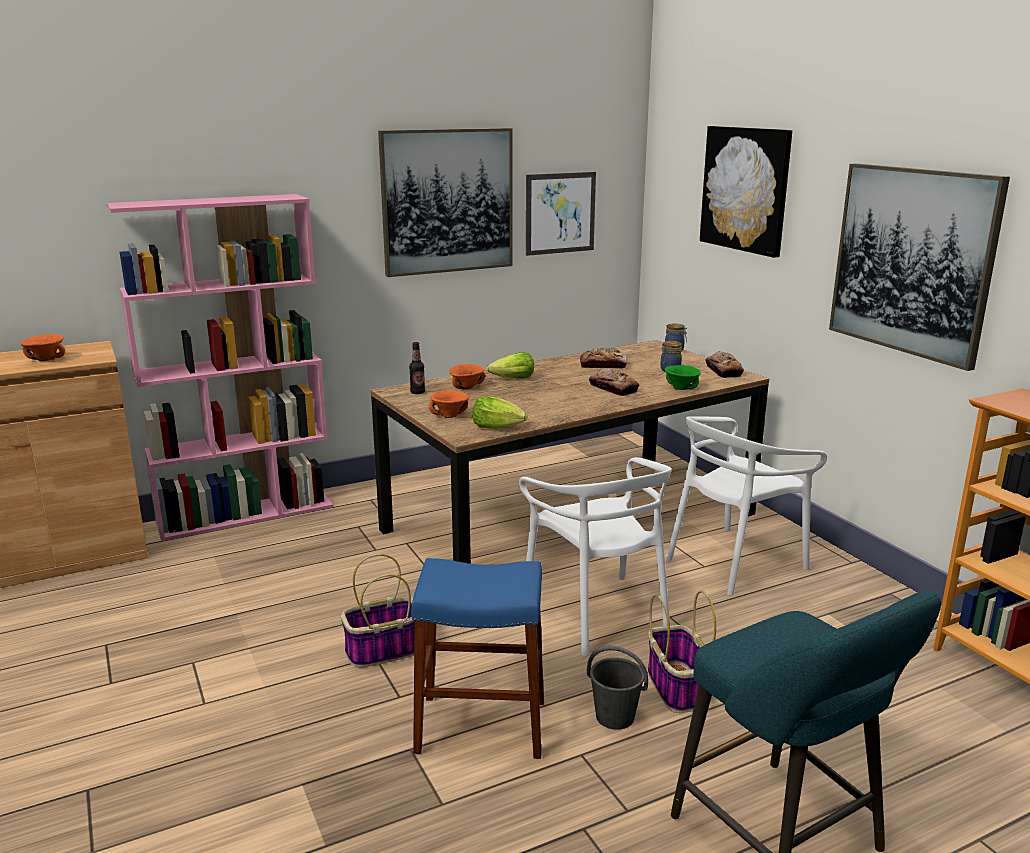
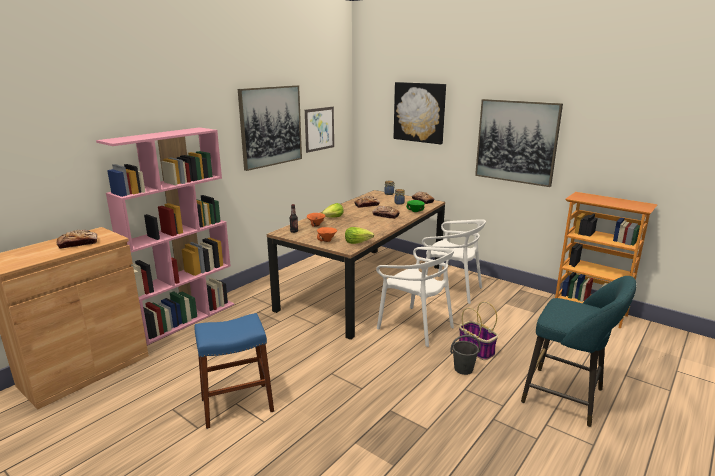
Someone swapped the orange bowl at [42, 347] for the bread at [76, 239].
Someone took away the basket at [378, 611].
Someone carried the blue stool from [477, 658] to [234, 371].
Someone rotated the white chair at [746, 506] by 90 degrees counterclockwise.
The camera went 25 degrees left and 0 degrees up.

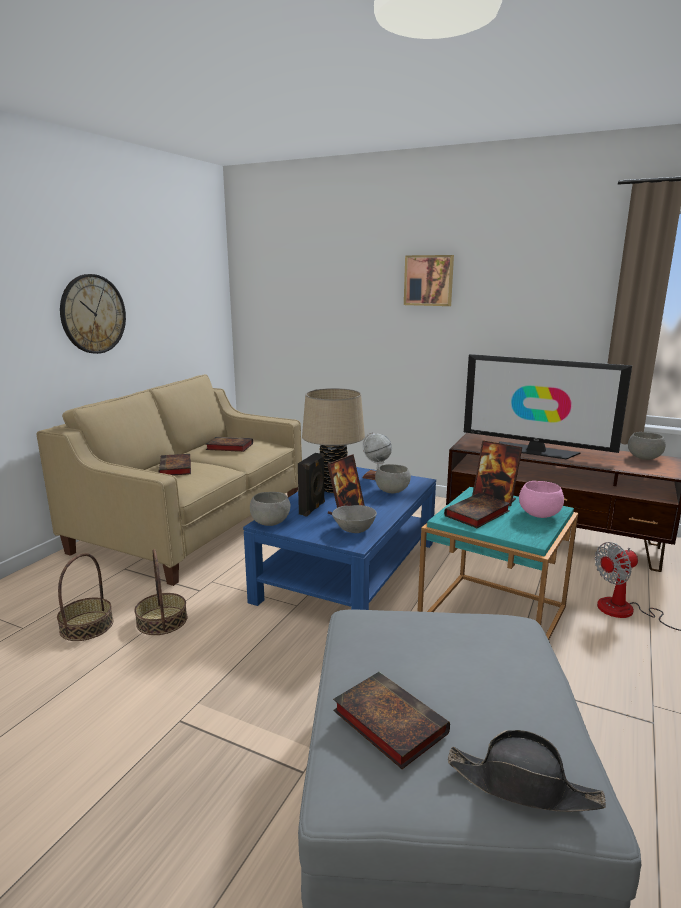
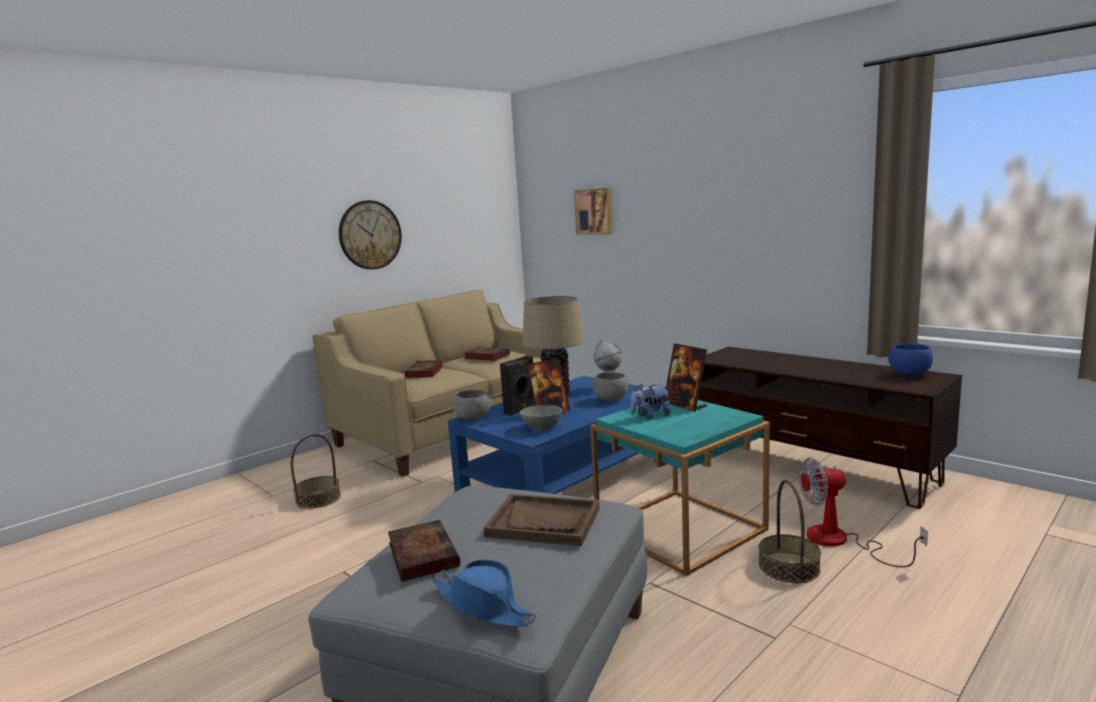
Someone carried the basket from [160, 592] to [790, 531].
Someone carried the picture from [429, 280] to [593, 211].
Someone swapped the book at [477, 510] for the plush toy at [650, 402].
Someone repainted the black hat at [527, 771], which became the blue hat at [484, 592].
Someone took away the television at [548, 406].
Someone took away the pink bowl at [541, 499].
Someone repainted the grey bowl at [646, 446], which became the blue bowl at [910, 359].
Someone put down the brown tray at [541, 520].
The camera went 20 degrees right and 5 degrees down.

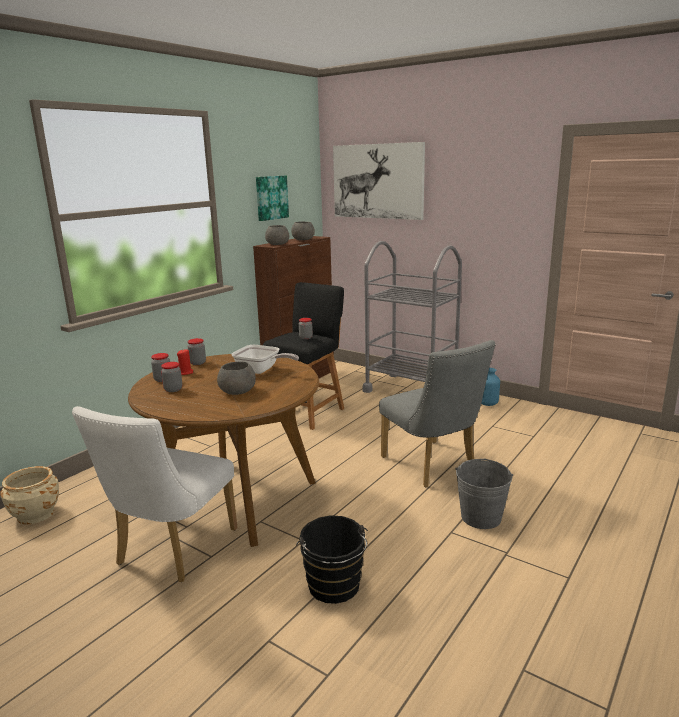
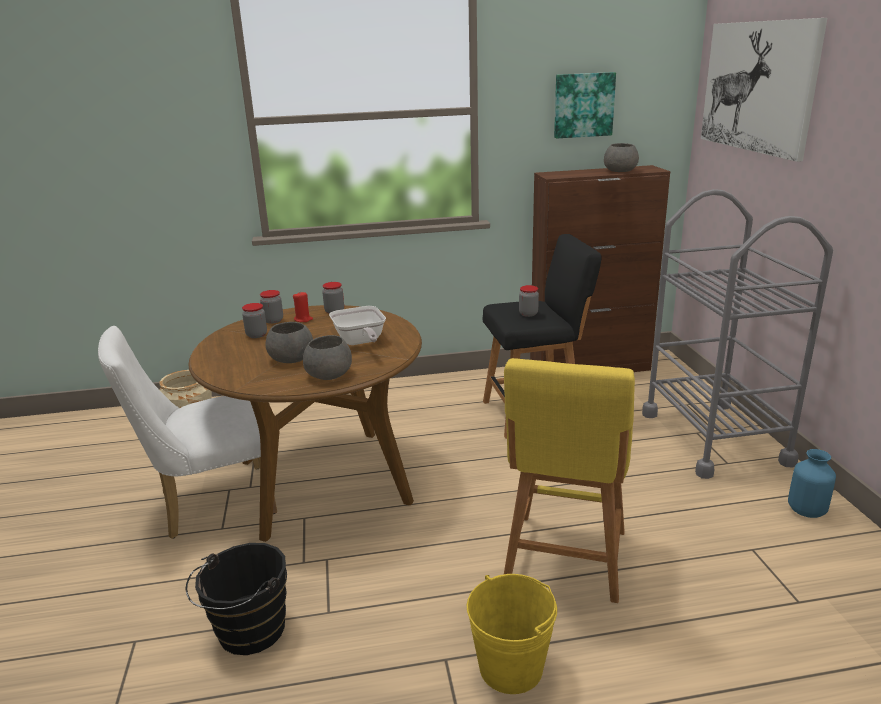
Someone carried the grey bowl from [277, 235] to [327, 357].
Someone swapped the grey chair at [437, 413] for the yellow stool at [569, 480].
Someone repainted the grey bucket at [484, 494], which became the yellow bucket at [512, 634].
The camera went 45 degrees right and 5 degrees up.

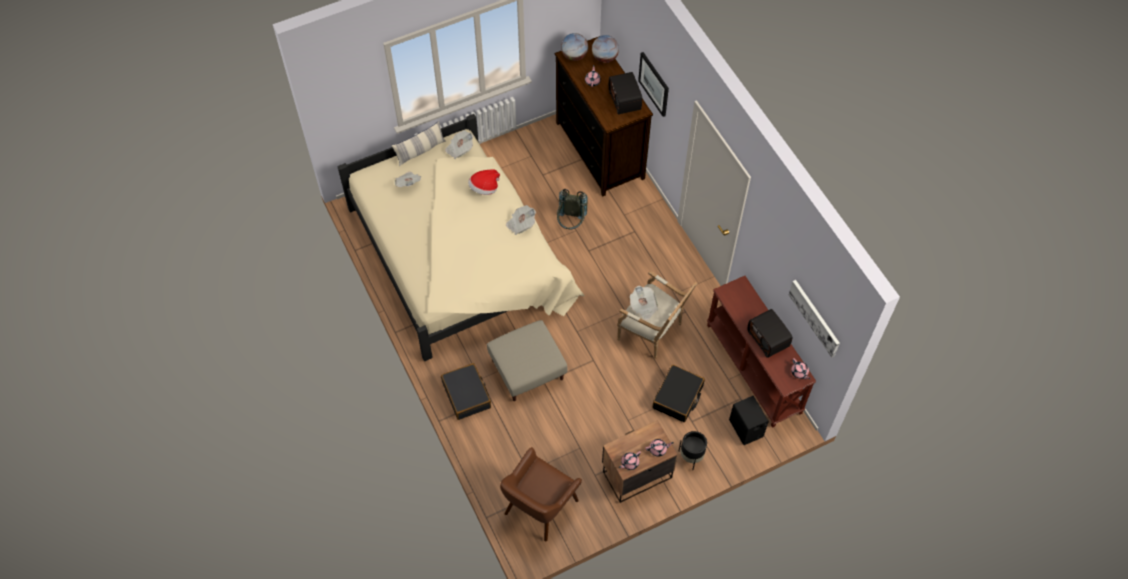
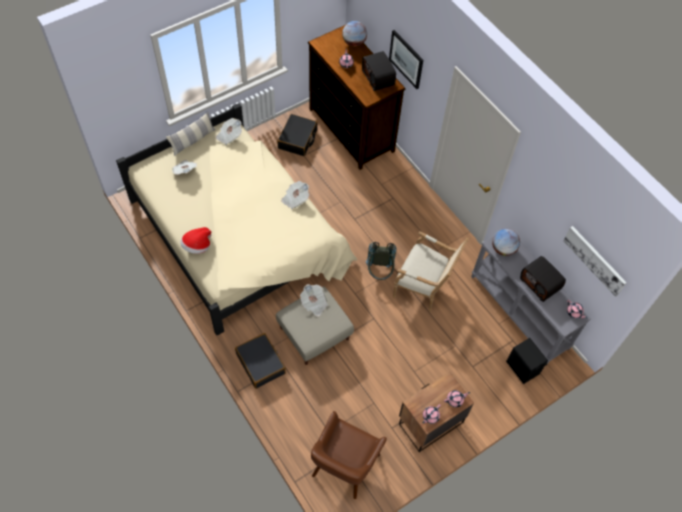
Someone carried the hat from [484, 182] to [195, 240].
Someone carried the grey backpack from [572, 209] to [381, 261].
Someone carried the globe from [574, 47] to [506, 242].
Someone carried the newspaper from [644, 303] to [314, 300].
Someone carried the black suitcase from [678, 393] to [297, 135].
Someone took away the black planter at [693, 450].
Someone repainted the brown console table at [761, 352], which became the grey console table at [531, 296].
The camera went 10 degrees left and 0 degrees up.

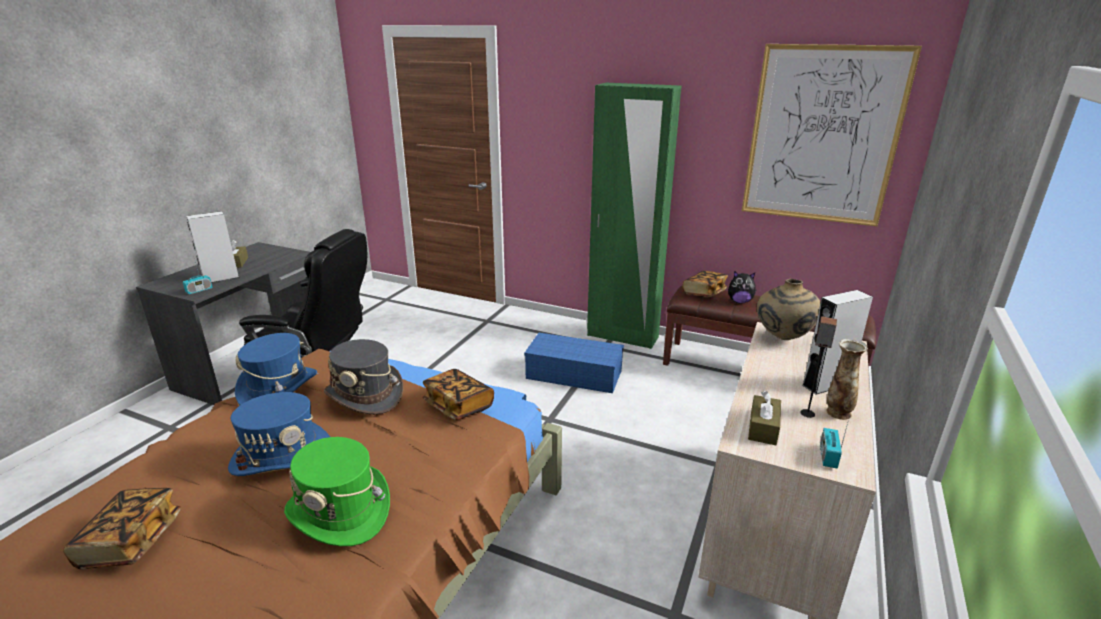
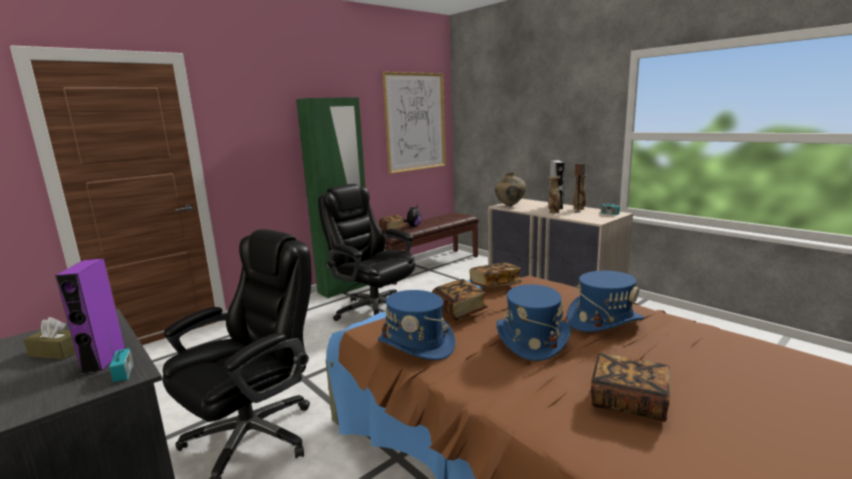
Someone repainted the grey speaker at [213, 247], which became the purple speaker at [90, 316].
Someone repainted the green hat at [337, 491], which became the blue hat at [605, 301].
Someone swapped the grey hat at [363, 377] for the book at [460, 299].
Someone swapped the blue storage box at [574, 363] for the black office chair at [366, 252].
Someone took away the brown tissue box at [764, 418].
Someone put down the vase at [554, 194].
The camera went 65 degrees left and 10 degrees down.

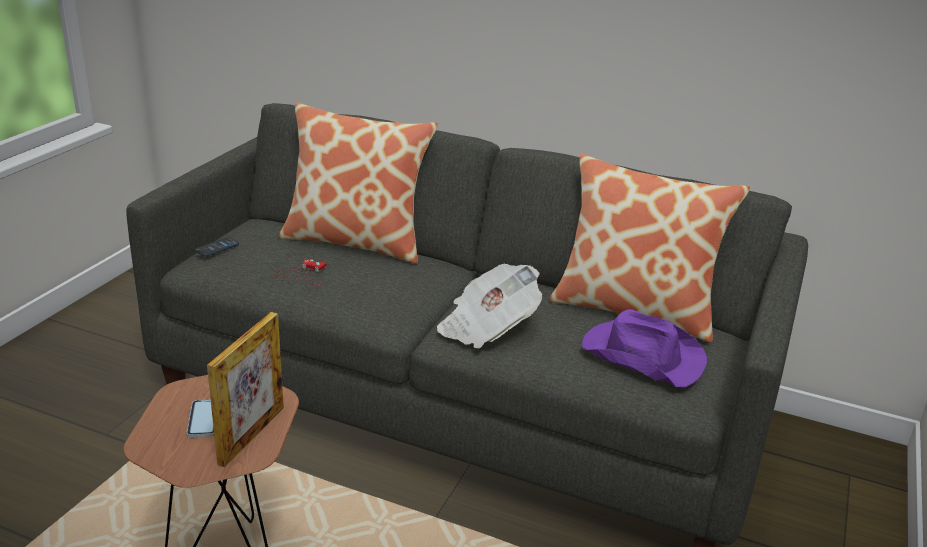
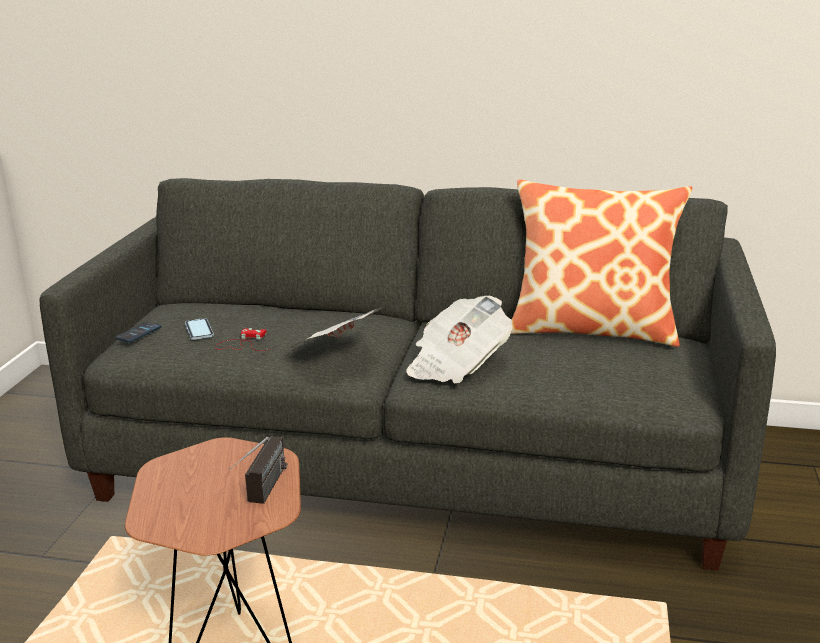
Someone carried the phone from [200, 418] to [199, 329].
Someone swapped the picture frame at [245, 389] for the radio at [258, 470].
Someone took away the pillow at [358, 183].
Someone took away the purple hat at [644, 348].
Someone put down the newspaper at [334, 328].
The camera went 10 degrees left and 5 degrees down.

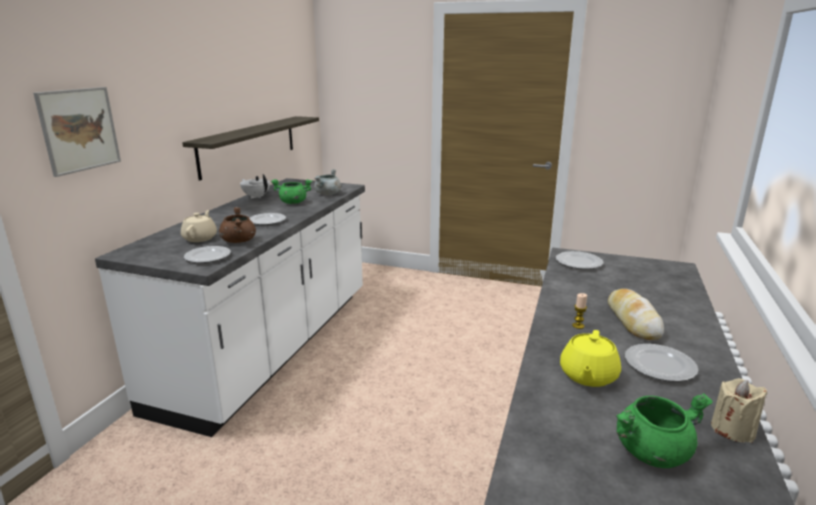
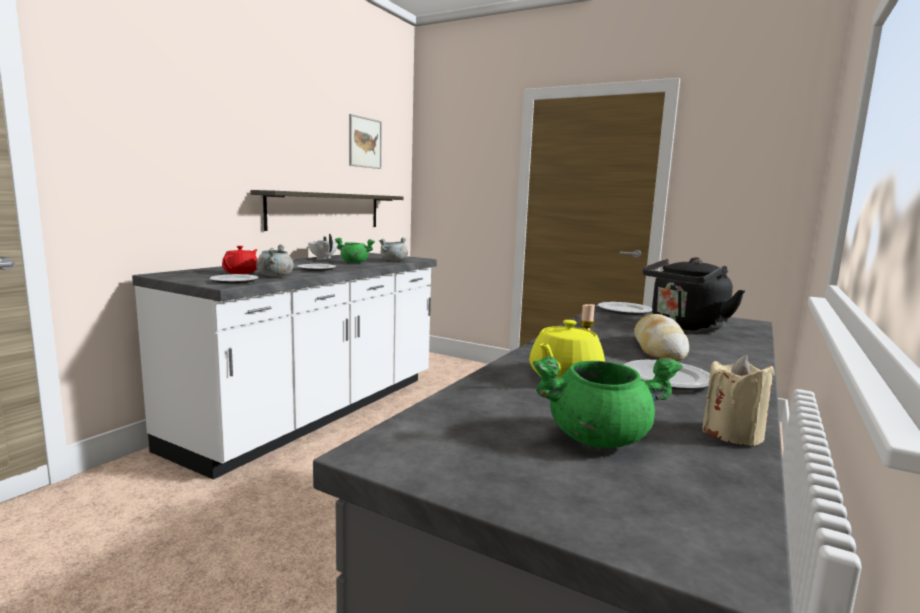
Someone carried the picture from [77, 132] to [365, 141].
Someone repainted the beige teapot at [199, 226], which became the red teapot at [240, 260].
Someone repainted the brown cooking pot at [237, 225], which became the grey cooking pot at [275, 260].
Someone put down the black kettle at [693, 294].
The camera went 10 degrees right and 10 degrees down.

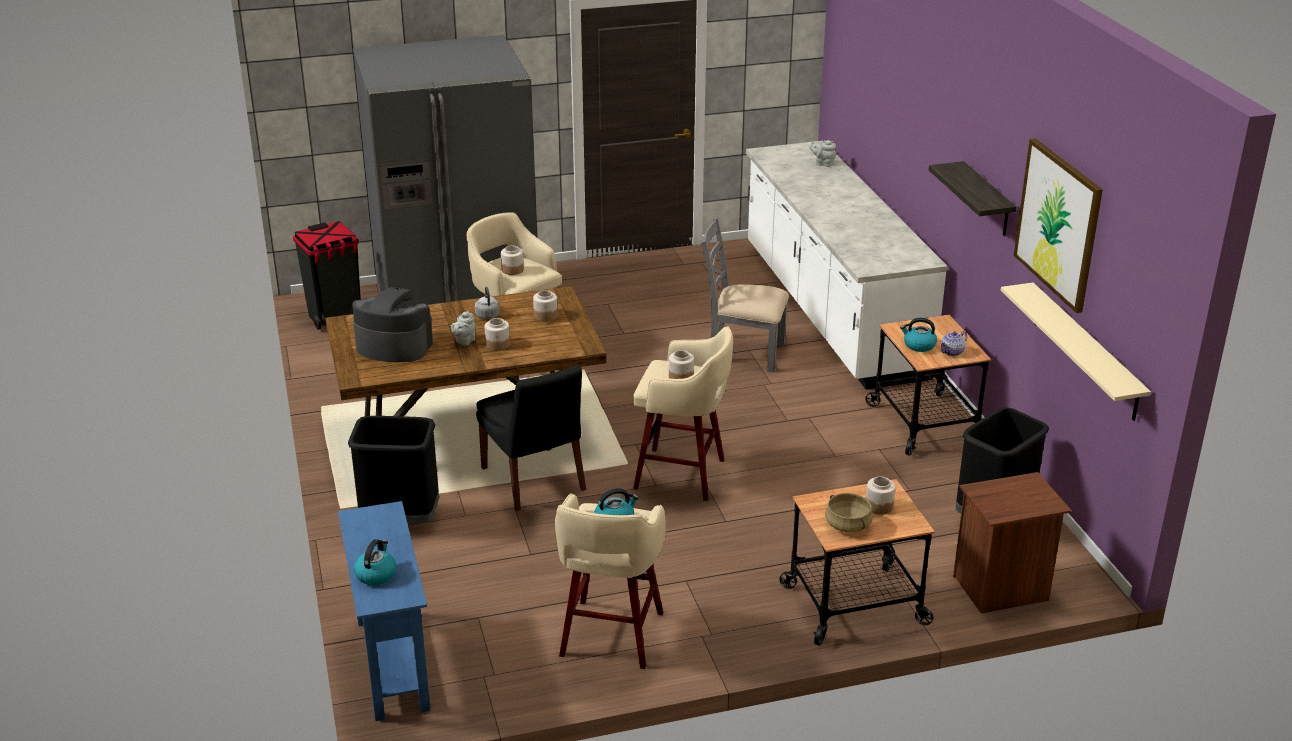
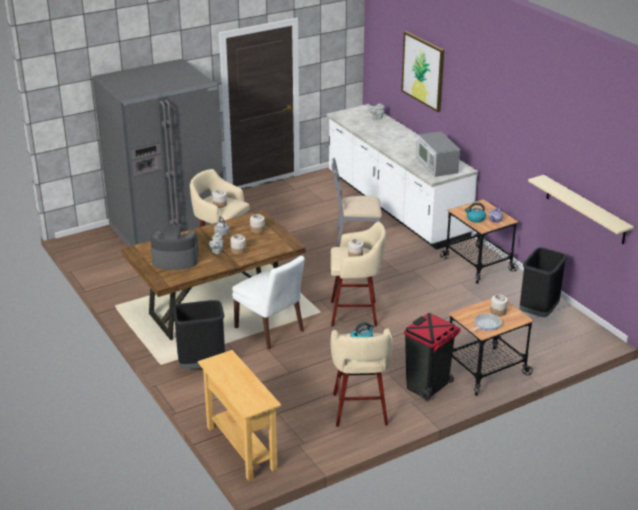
Someone carried the black trash can from [327, 275] to [432, 357].
Someone repainted the blue console table at [384, 611], which became the beige console table at [239, 415].
Someone took away the kettle at [375, 562].
Someone repainted the black chair at [531, 438], which became the white chair at [268, 302].
Someone swapped the beige cooking pot at [849, 513] for the frying pan at [486, 322].
Someone took away the shelf at [973, 198].
Someone took away the brown nightstand at [1012, 543].
Someone carried the picture from [1058, 225] to [422, 71].
Someone put down the microwave at [437, 154].
The camera went 15 degrees left and 0 degrees up.

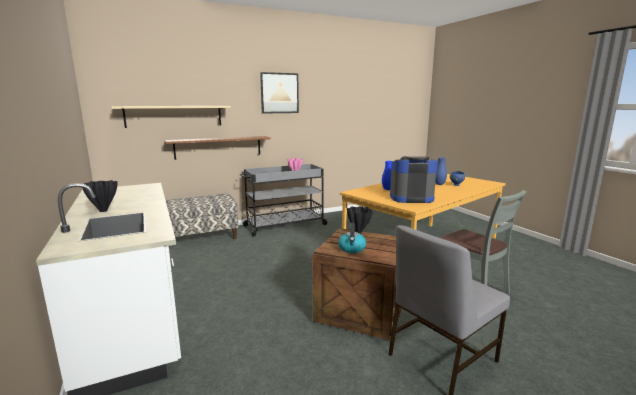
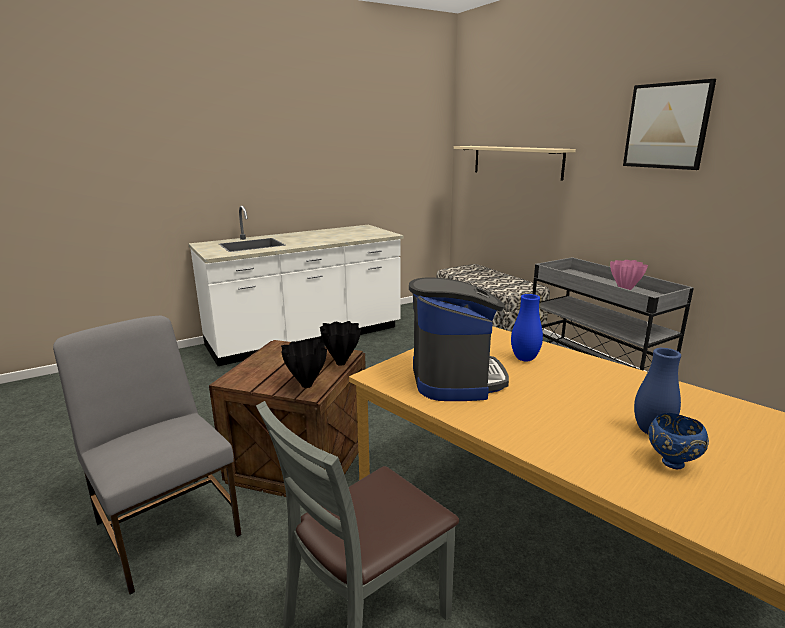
Someone carried the black vase from [100, 196] to [304, 363].
Someone took away the brown shelf at [217, 148].
Someone took away the kettle at [352, 237].
The camera went 85 degrees right and 5 degrees up.

